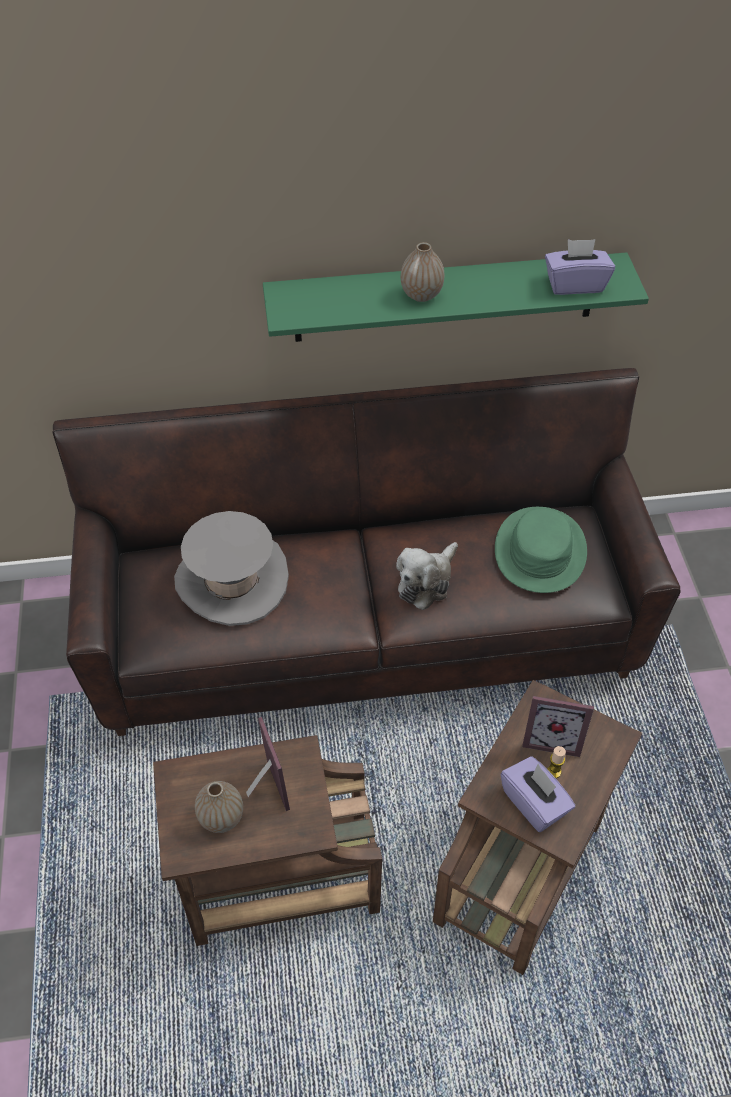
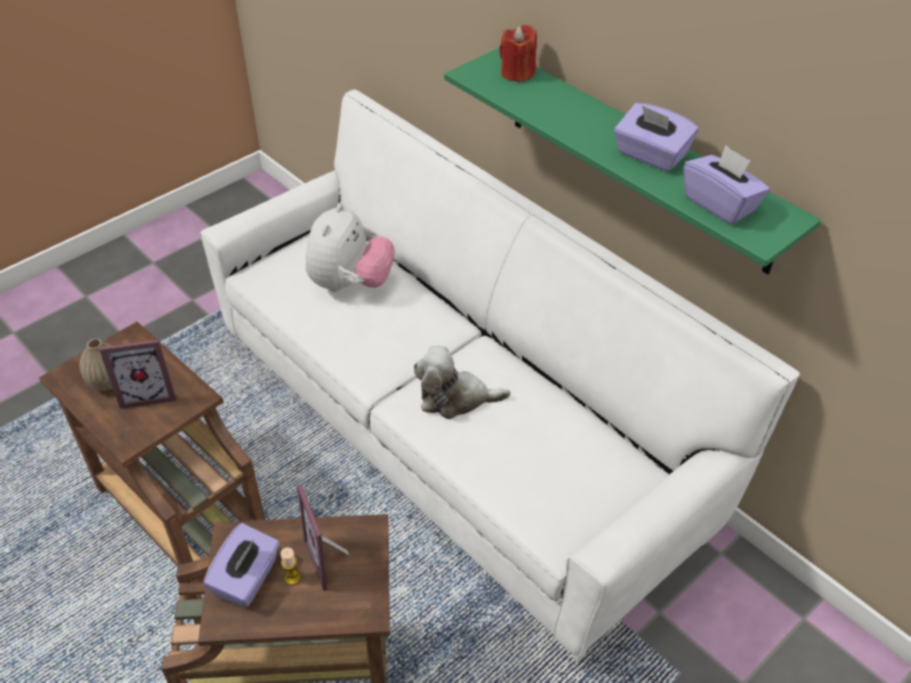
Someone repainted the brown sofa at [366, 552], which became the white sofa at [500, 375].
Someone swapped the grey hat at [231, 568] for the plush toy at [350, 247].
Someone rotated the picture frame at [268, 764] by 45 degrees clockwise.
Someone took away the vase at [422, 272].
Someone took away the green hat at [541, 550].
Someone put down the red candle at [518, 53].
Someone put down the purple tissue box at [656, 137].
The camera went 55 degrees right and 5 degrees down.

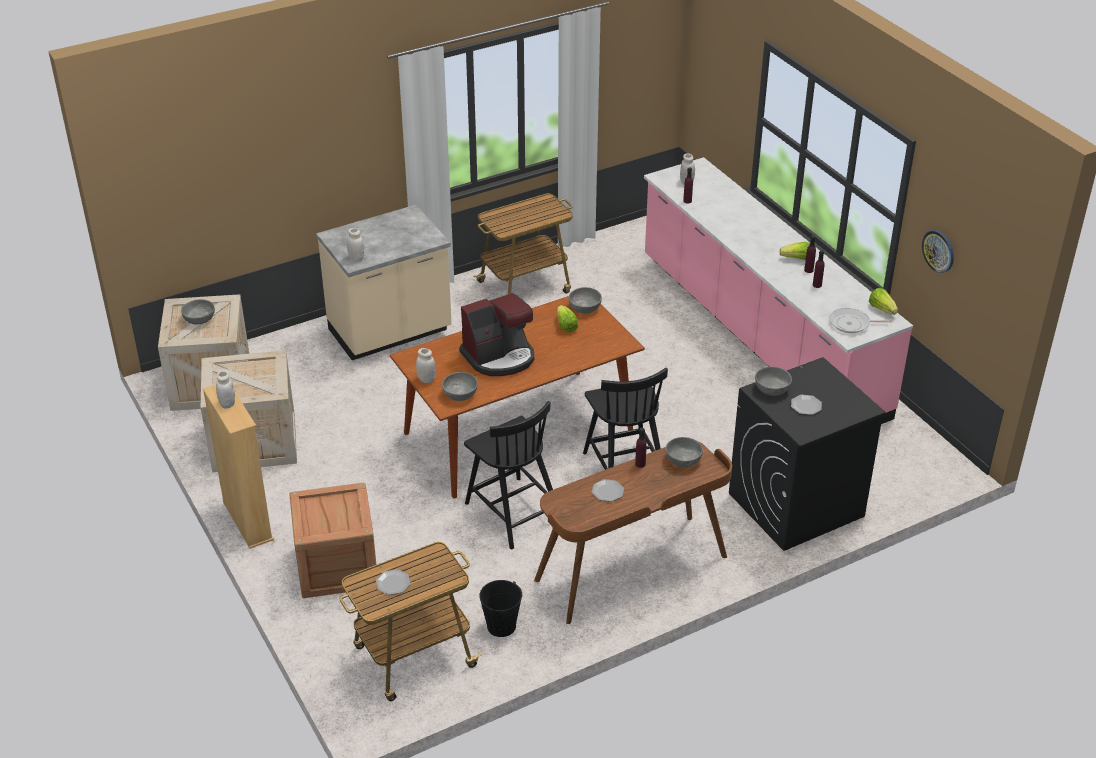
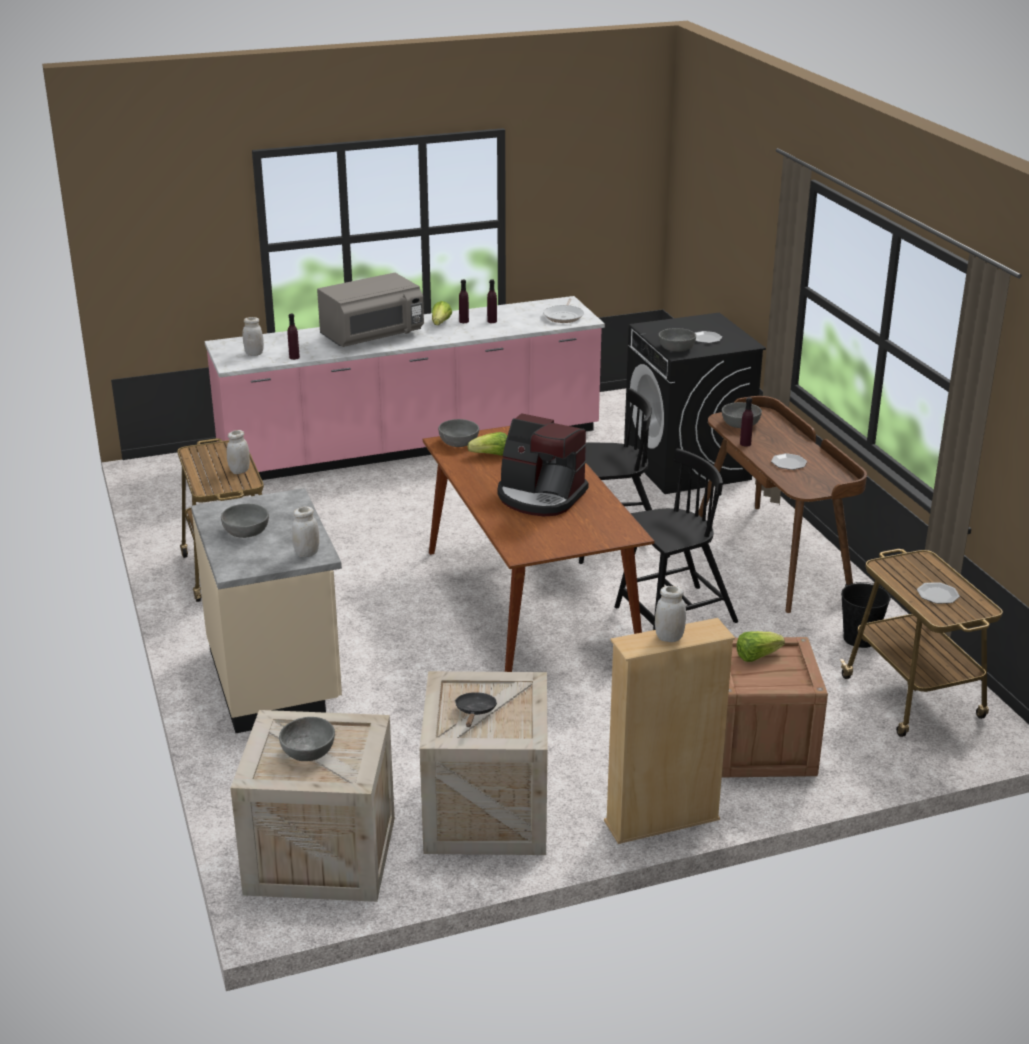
Someone carried the white jar from [426, 365] to [238, 452].
Someone carried the grey bowl from [460, 386] to [245, 521].
Someone rotated the coffee machine at [496, 334] by 135 degrees clockwise.
Someone carried the lettuce from [883, 301] to [761, 646].
Someone took away the wall clock at [938, 251].
Someone put down the grey microwave at [370, 310].
Someone put down the black frying pan at [476, 709].
The camera went 80 degrees left and 10 degrees down.

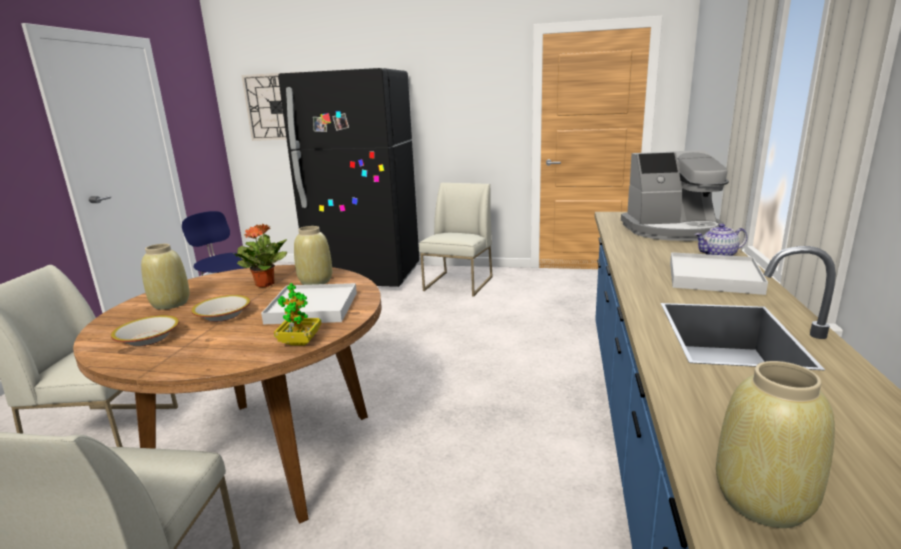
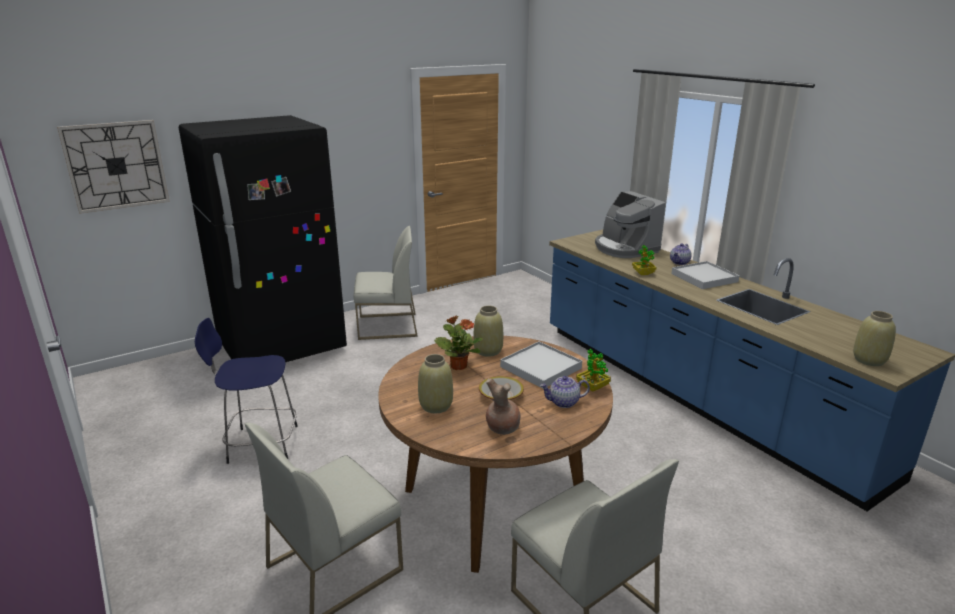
Someone swapped the bowl at [145, 330] for the brown vase at [503, 406].
Someone rotated the white chair at [456, 240] by 105 degrees clockwise.
Someone rotated the coffee machine at [675, 195] by 105 degrees clockwise.
Someone put down the teapot at [565, 392].
Someone put down the potted plant at [644, 260].
The camera went 45 degrees left and 5 degrees up.

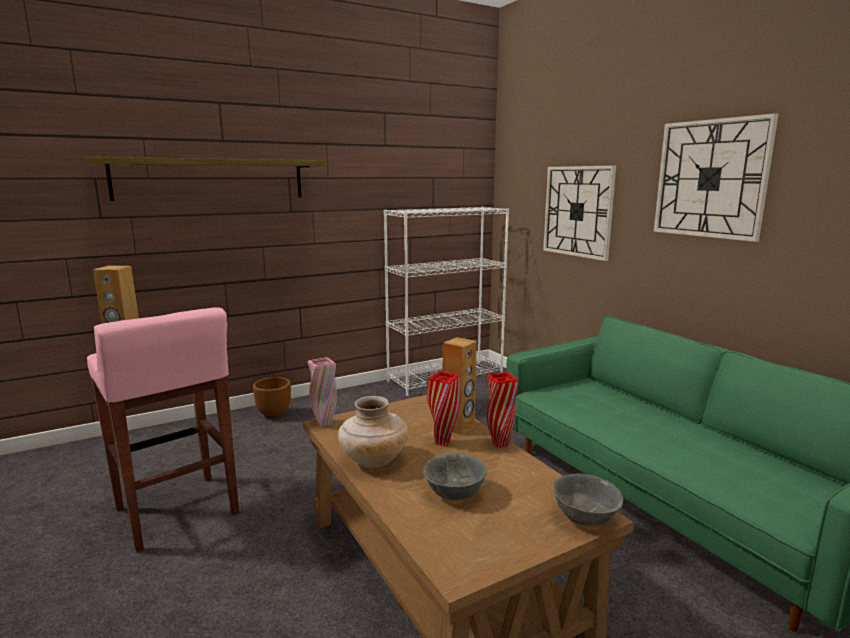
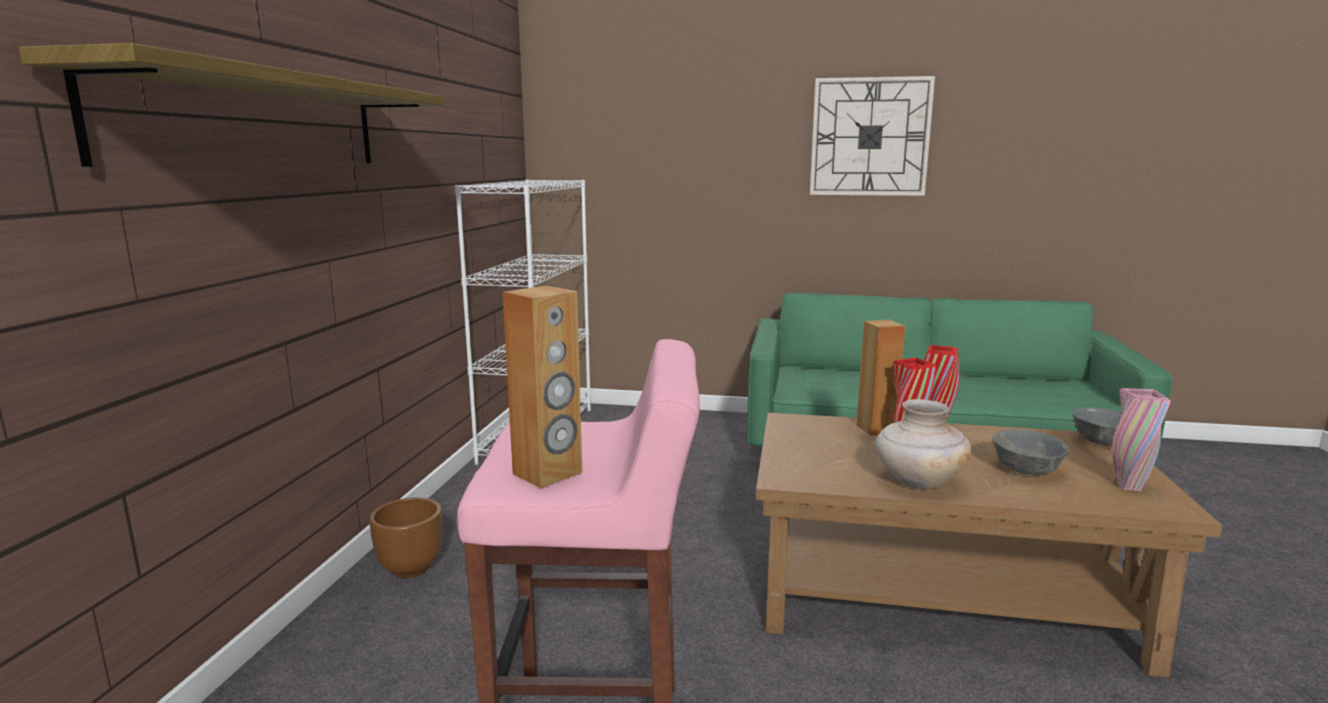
Someone carried the pink vase from [322, 392] to [1141, 439].
Someone took away the wall clock at [579, 213].
The camera went 50 degrees left and 0 degrees up.

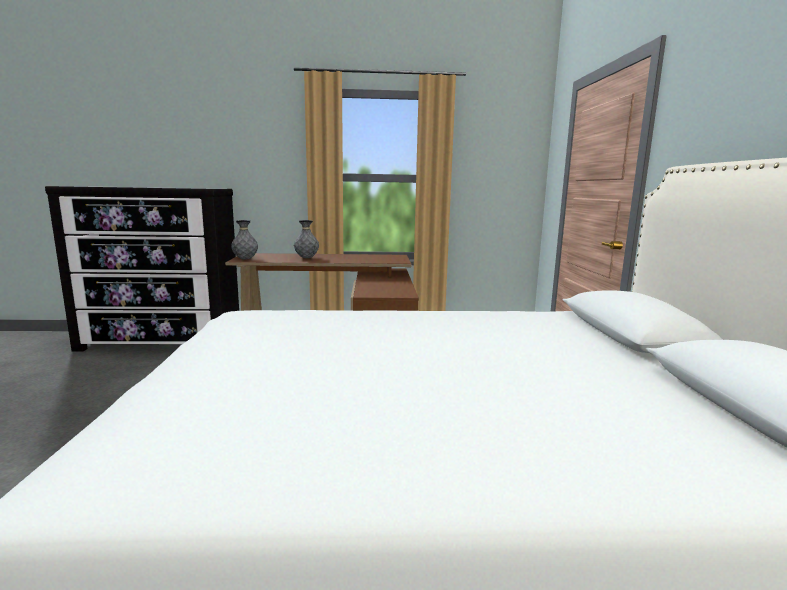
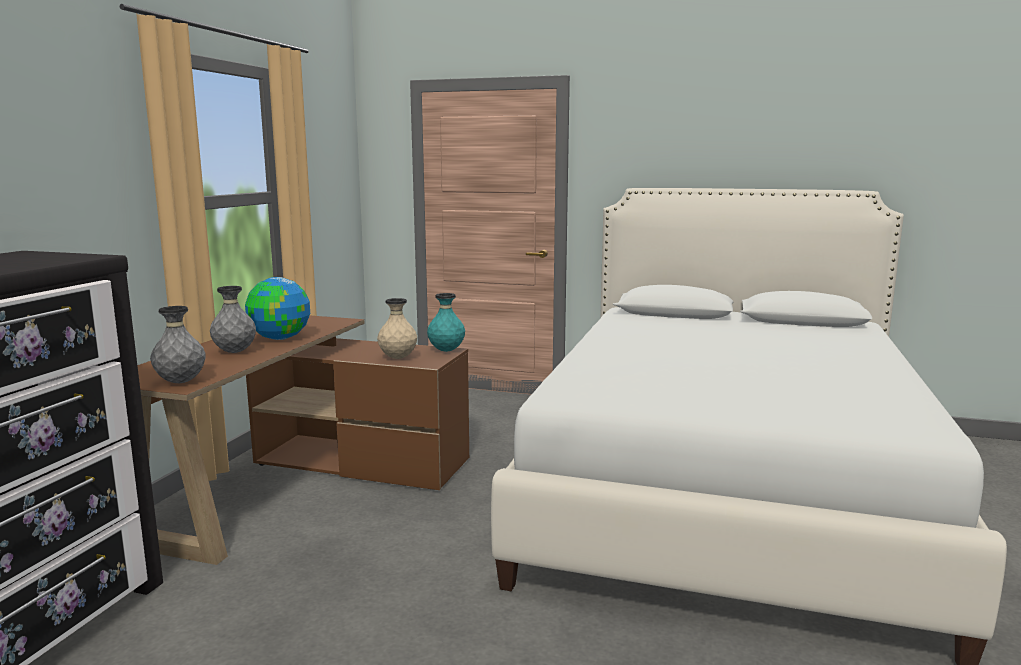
Someone put down the globe at [277, 308].
Someone put down the beige vase at [397, 328].
Someone put down the turquoise vase at [446, 322].
The camera went 70 degrees left and 0 degrees up.

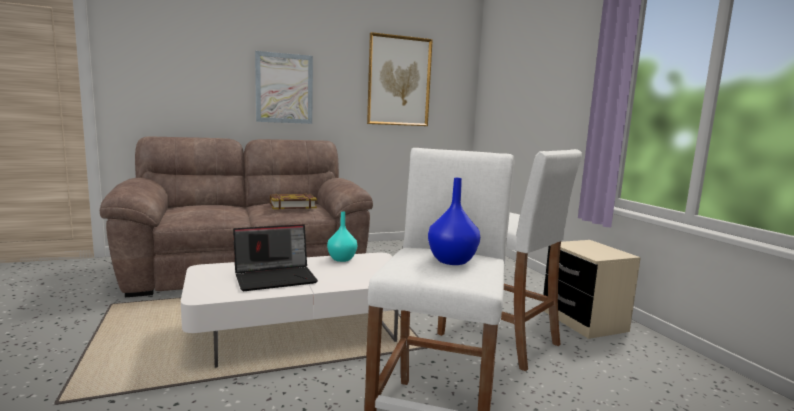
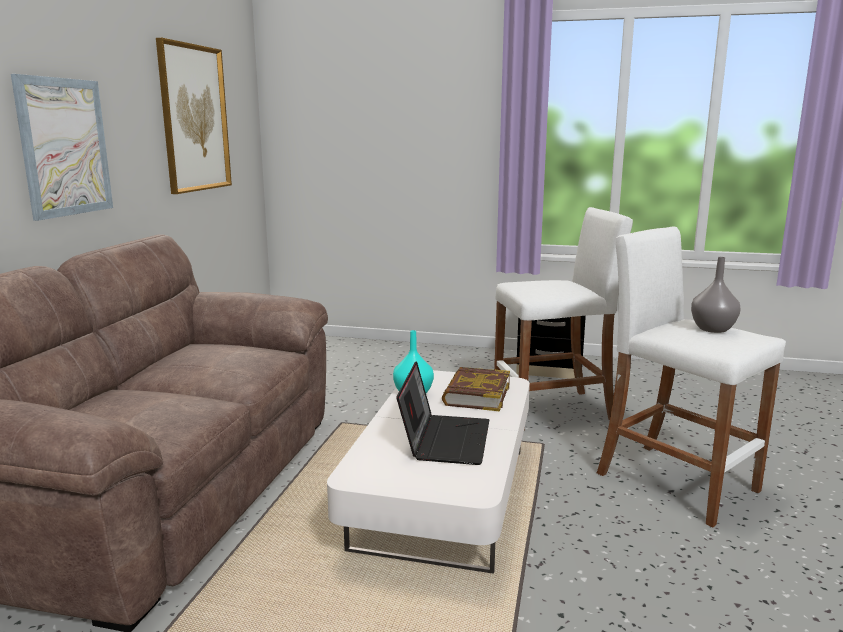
Someone carried the book from [293, 201] to [476, 389].
Someone repainted the blue vase at [454, 221], which became the grey vase at [716, 295].
The camera went 55 degrees left and 5 degrees up.

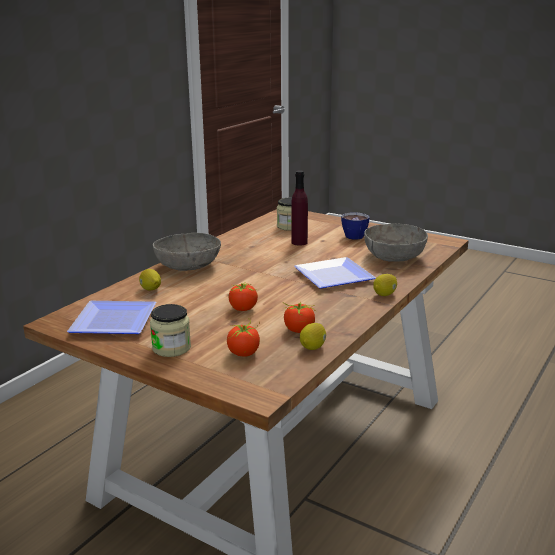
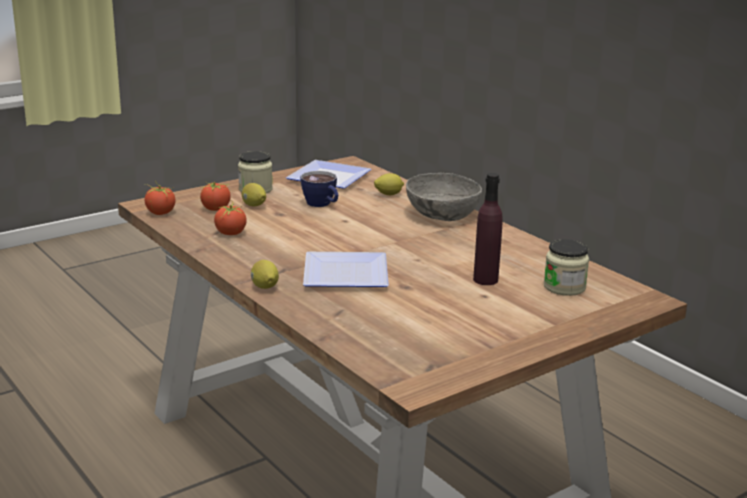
Someone carried the tomato from [243, 296] to [160, 198].
Someone carried the lemon from [313, 336] to [254, 194].
Someone carried the cup from [355, 226] to [319, 189].
Someone took away the grey bowl at [396, 243].
The camera went 110 degrees right and 0 degrees up.

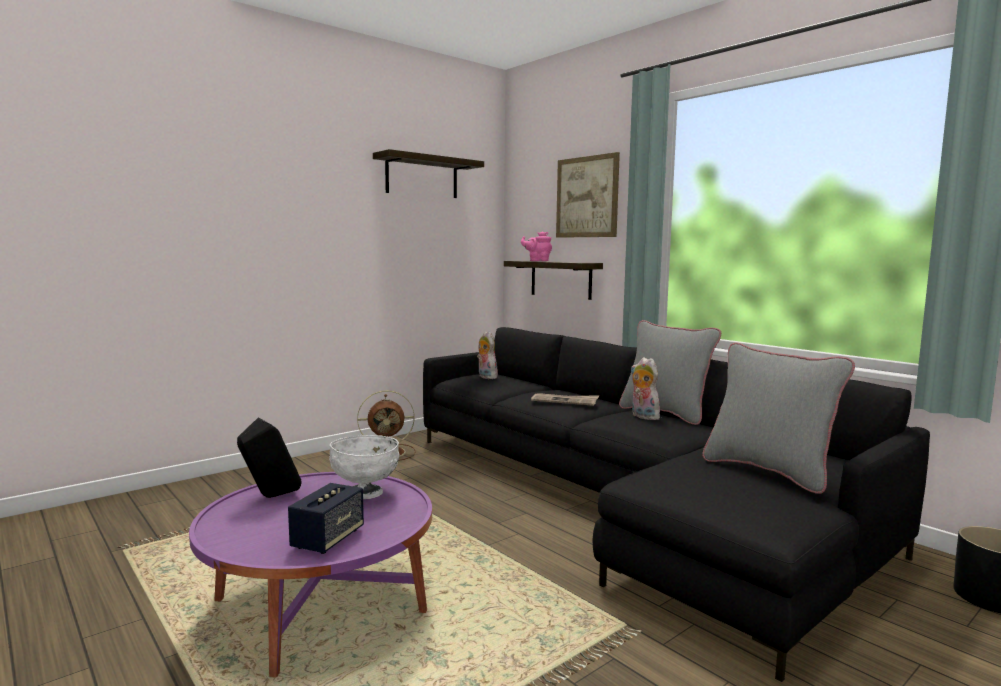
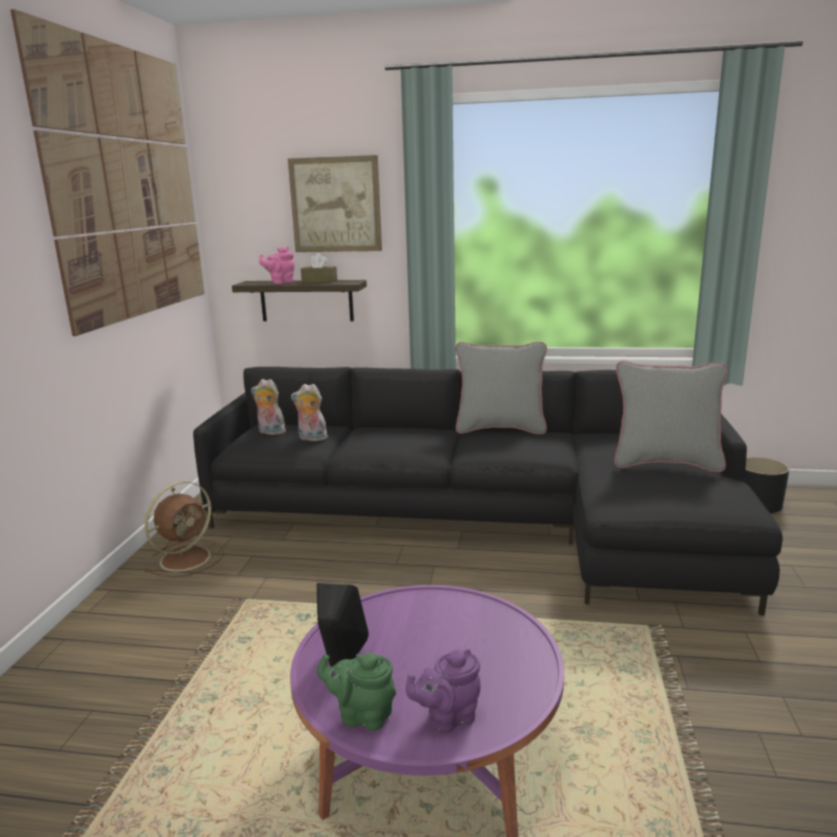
Someone took away the speaker at [326, 518].
Someone took away the white bowl at [364, 467].
Someone swapped the shelf at [428, 173] for the picture at [107, 172].
Someone took away the newspaper at [565, 399].
Someone carried the plush toy from [645, 388] to [311, 412].
Someone put down the brown tissue box at [319, 268].
Someone put down the green teapot at [356, 692].
Someone put down the purple teapot at [443, 691].
The camera went 40 degrees left and 10 degrees up.

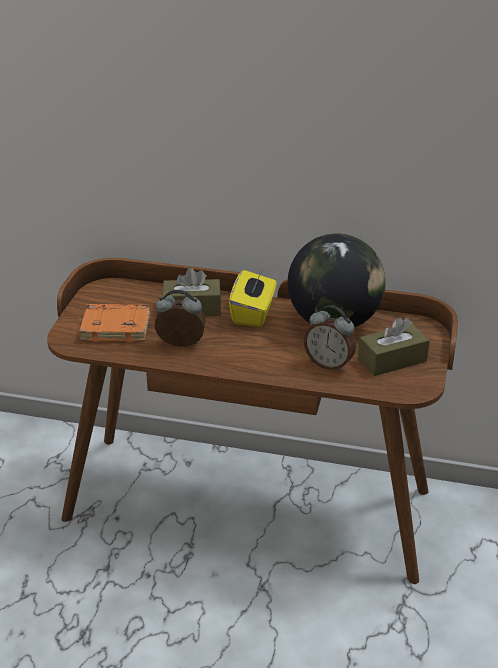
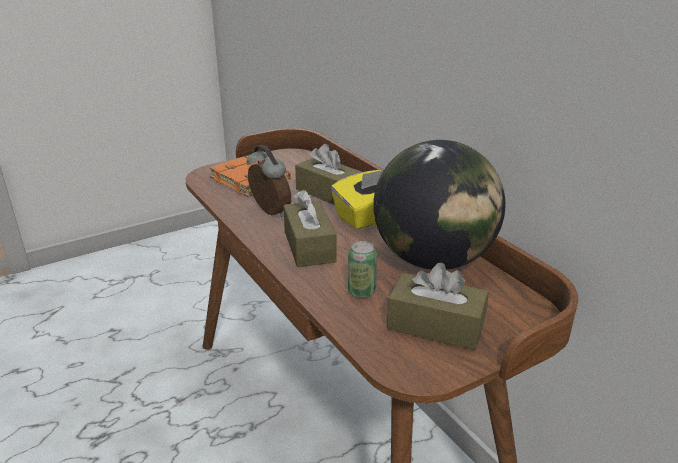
Someone swapped the alarm clock at [330, 338] for the can at [362, 269].
Someone put down the brown tissue box at [310, 228].
The camera went 45 degrees right and 5 degrees down.

